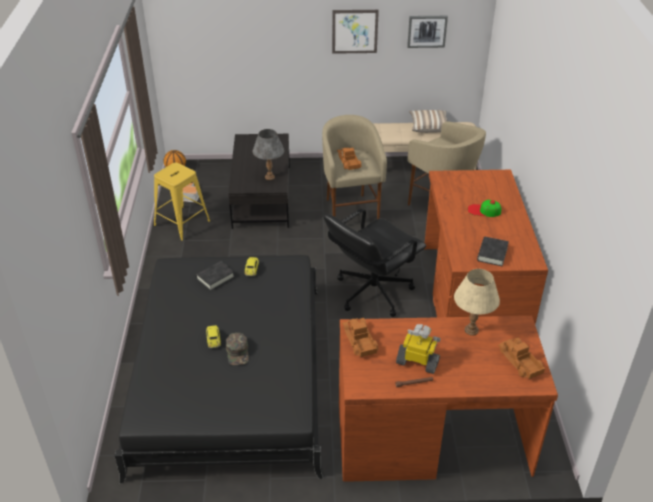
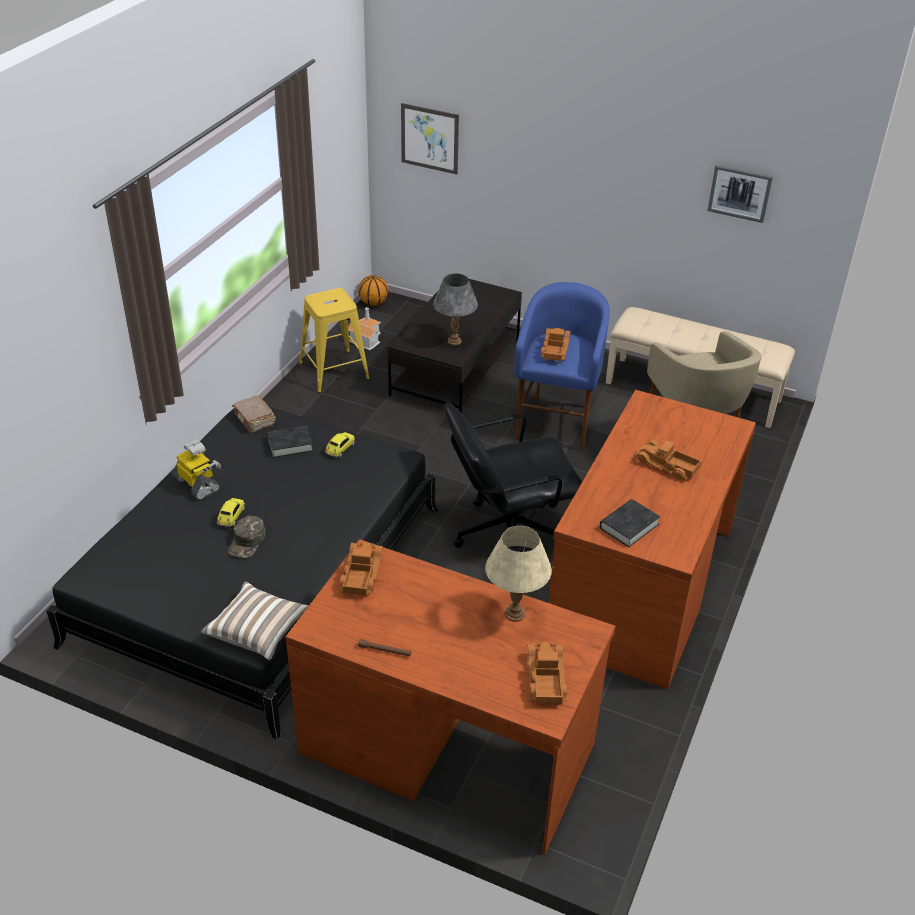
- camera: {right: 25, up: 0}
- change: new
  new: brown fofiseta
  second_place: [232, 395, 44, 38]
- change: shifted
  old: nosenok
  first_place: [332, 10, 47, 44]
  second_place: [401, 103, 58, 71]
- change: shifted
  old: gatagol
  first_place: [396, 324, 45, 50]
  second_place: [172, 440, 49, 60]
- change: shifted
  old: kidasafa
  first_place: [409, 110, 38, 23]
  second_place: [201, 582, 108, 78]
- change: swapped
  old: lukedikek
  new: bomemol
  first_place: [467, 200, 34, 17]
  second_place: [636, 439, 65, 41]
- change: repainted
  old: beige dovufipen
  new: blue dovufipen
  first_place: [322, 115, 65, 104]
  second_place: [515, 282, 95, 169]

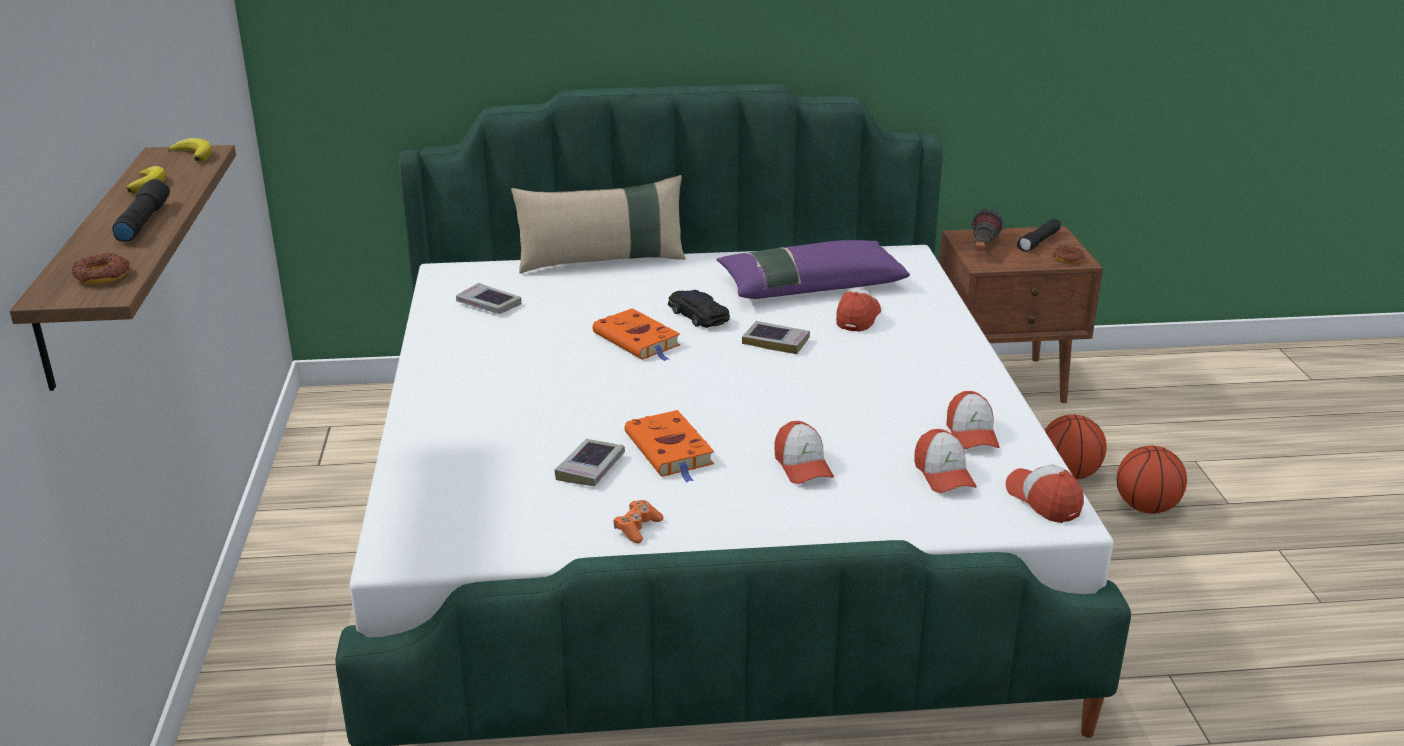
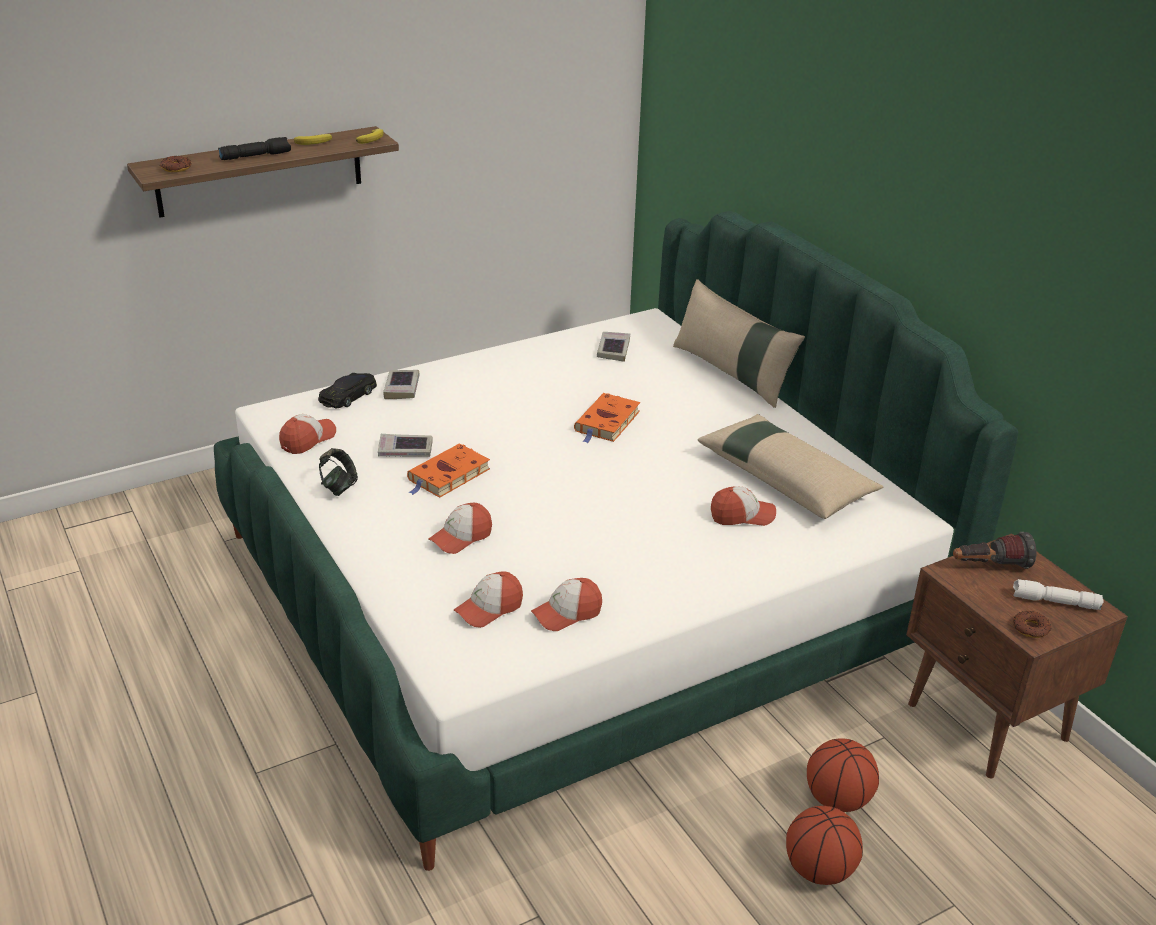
- camera: {right: 65, up: 5}
- change: shifted
  old: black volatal
  first_place: [668, 290, 62, 38]
  second_place: [318, 373, 59, 36]
- change: shifted
  old: fofiseta
  first_place: [742, 321, 68, 33]
  second_place: [383, 370, 37, 29]
- change: shifted
  old: lukedikek
  first_place: [1006, 464, 78, 59]
  second_place: [279, 414, 57, 40]
- change: swapped
  old: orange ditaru
  new: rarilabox
  first_place: [613, 500, 50, 43]
  second_place: [319, 448, 39, 48]
- change: repainted
  old: purple kidasafa
  new: beige kidasafa
  first_place: [717, 240, 193, 59]
  second_place: [698, 414, 186, 105]
- change: repainted
  old: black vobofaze
  new: white vobofaze
  first_place: [1017, 219, 44, 33]
  second_place: [1013, 579, 91, 31]

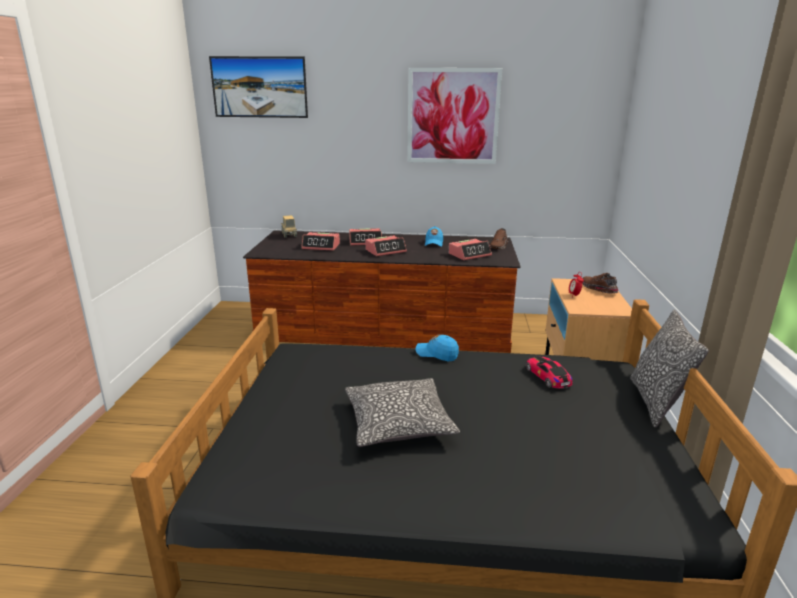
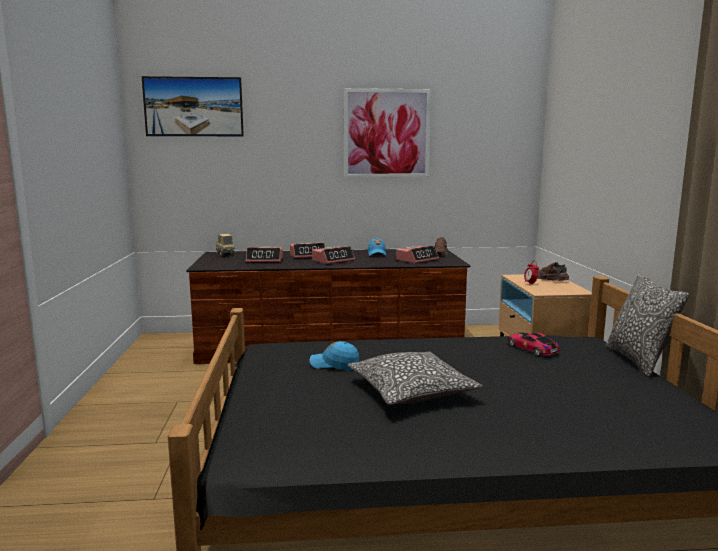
- camera: {right: -10, up: -10}
- change: shifted
  old: blue lukedikek
  first_place: [416, 335, 43, 26]
  second_place: [310, 341, 49, 30]

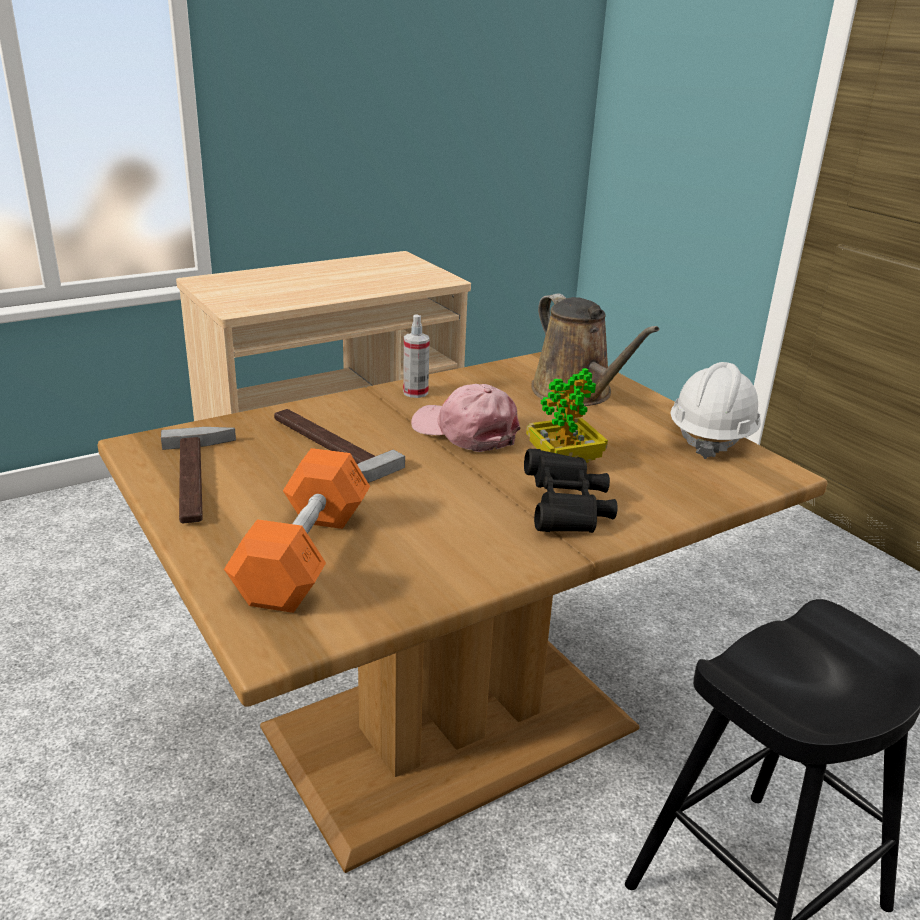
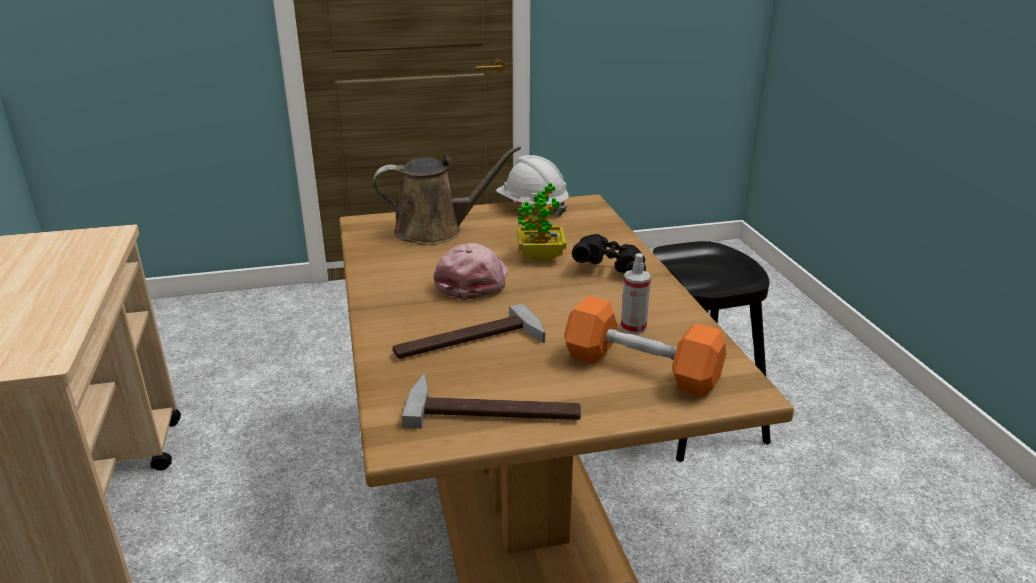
- camera: {right: -70, up: 0}
- change: shifted
  old: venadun
  first_place: [403, 314, 27, 84]
  second_place: [621, 253, 30, 81]
- change: rotated
  old: pink lukedikek
  first_place: [411, 384, 109, 68]
  second_place: [434, 243, 74, 57]
  degrees: 135

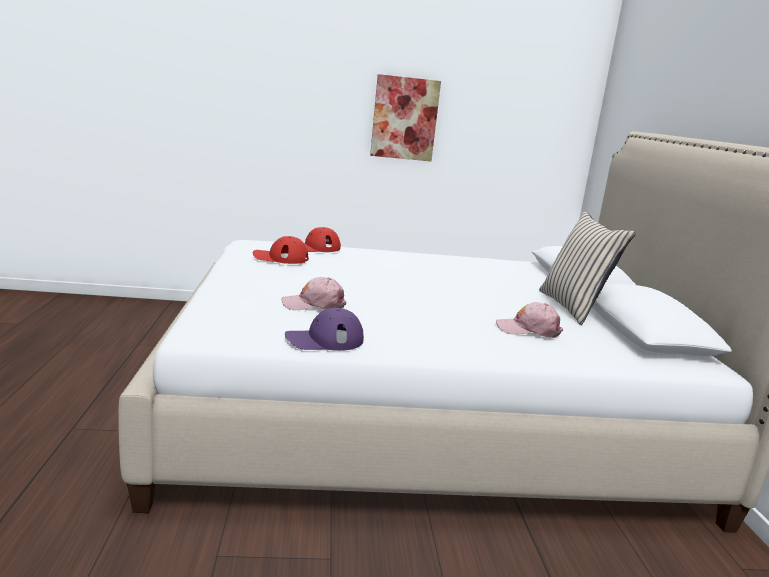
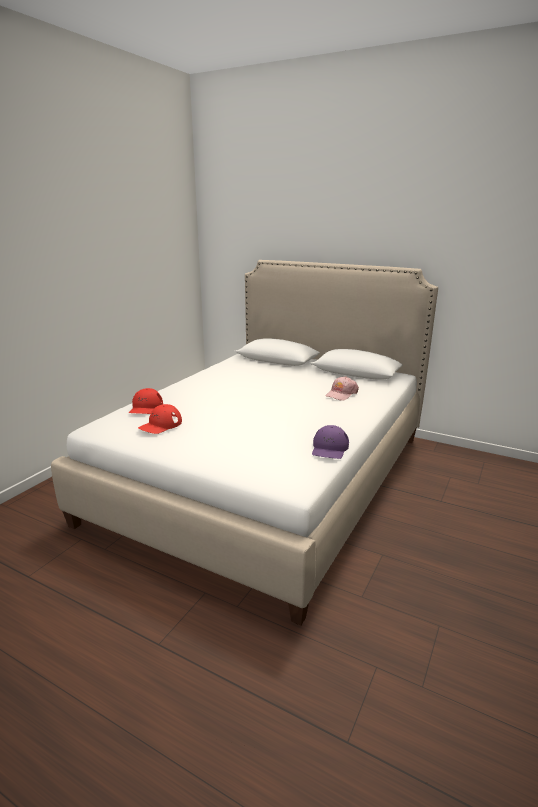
- camera: {right: -55, up: 5}
- change: gone
  old: pink lukedikek
  first_place: [281, 277, 65, 33]
- change: gone
  old: nosenok
  first_place: [370, 74, 71, 87]
- change: gone
  old: beige kidasafa
  first_place: [539, 212, 97, 113]

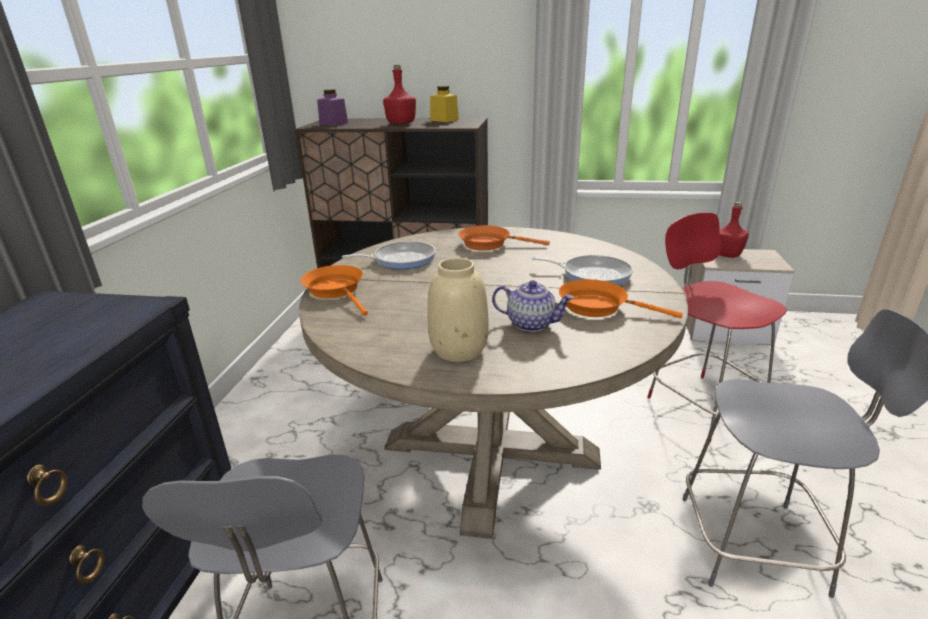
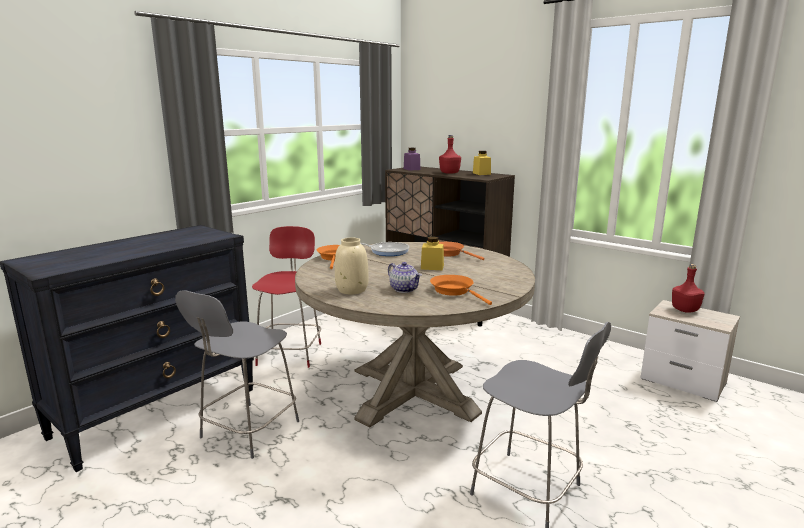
- camera: {right: 30, up: -10}
- change: gone
  old: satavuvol
  first_place: [532, 255, 101, 30]
- change: new
  new: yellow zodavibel
  second_place: [421, 236, 23, 34]
- change: shifted
  old: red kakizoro
  first_place: [647, 212, 140, 230]
  second_place: [252, 226, 69, 142]

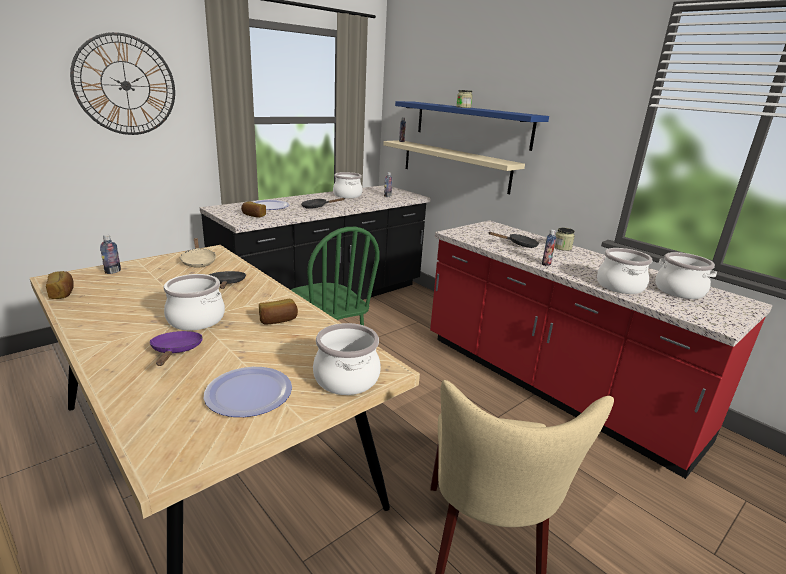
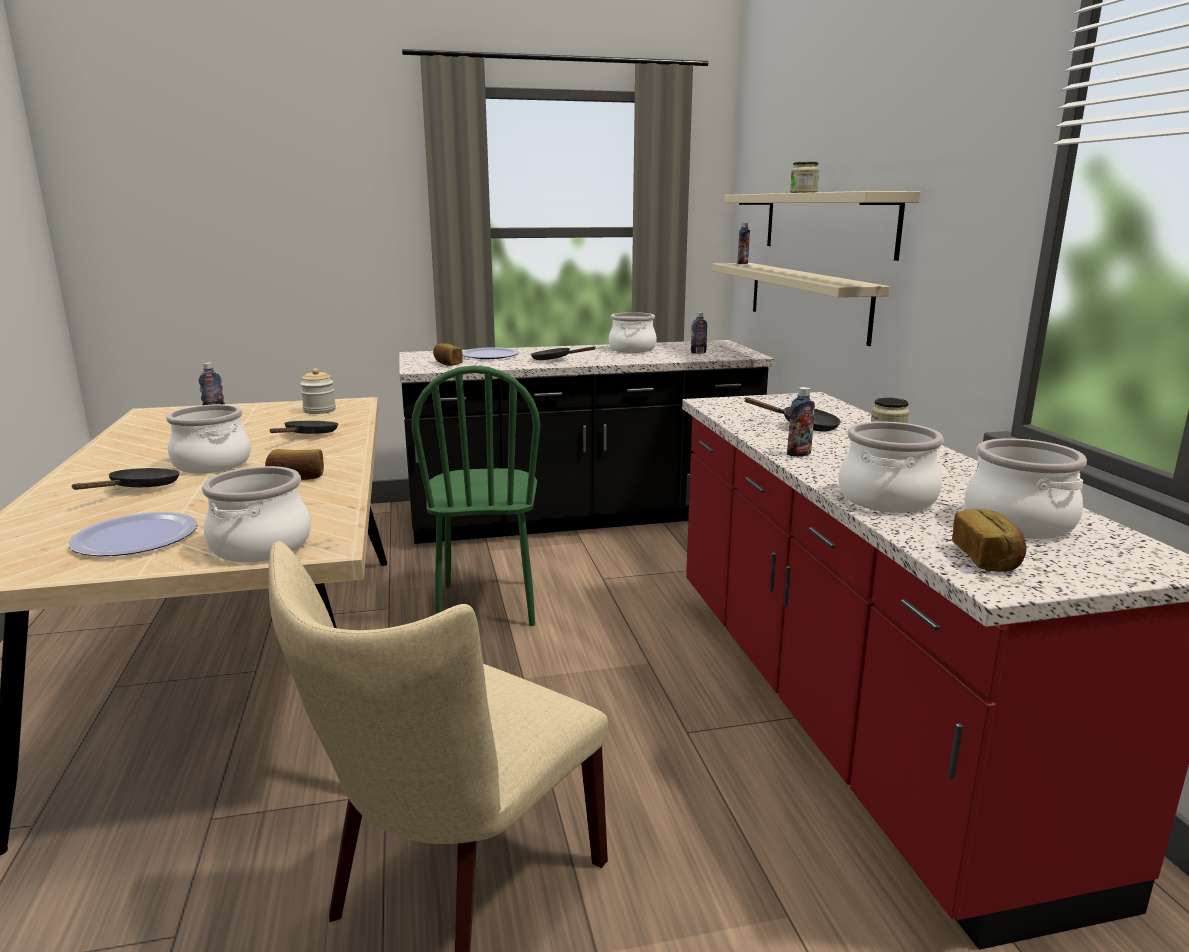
- camera: {right: 30, up: -5}
- change: gone
  old: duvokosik
  first_place: [70, 32, 105, 103]
- change: shifted
  old: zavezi
  first_place: [46, 271, 28, 28]
  second_place: [952, 509, 75, 63]
- change: swapped
  old: beige satavuvol
  new: zodavibel
  first_place: [180, 238, 37, 30]
  second_place: [300, 368, 36, 46]
- change: repainted
  old: purple satavuvol
  new: black satavuvol
  first_place: [150, 331, 53, 35]
  second_place: [71, 468, 109, 22]
- change: repainted
  old: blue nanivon
  new: beige nanivon
  first_place: [395, 101, 154, 50]
  second_place: [724, 191, 197, 70]

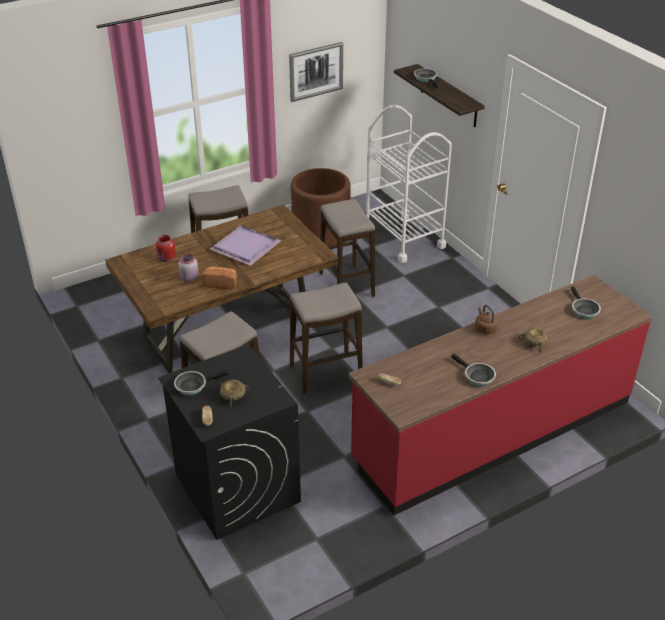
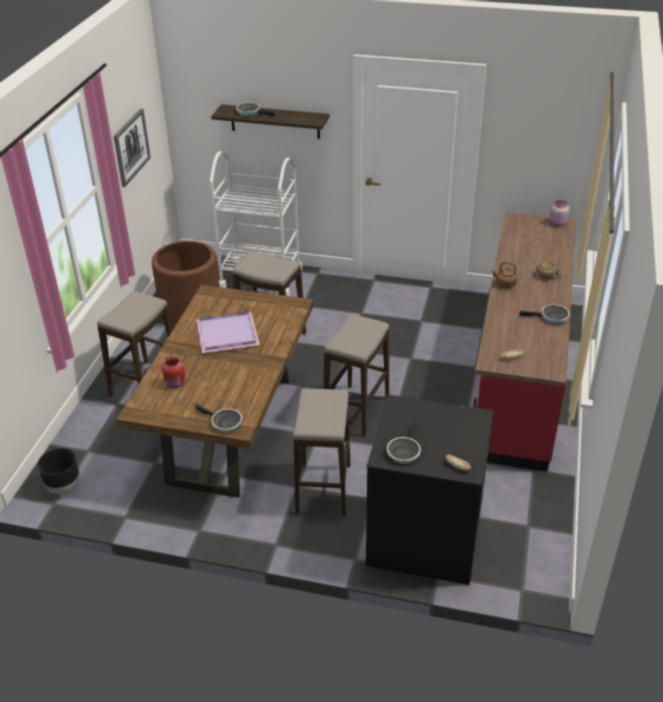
- camera: {right: -45, up: 0}
- change: gone
  old: zavezi
  first_place: [202, 266, 35, 24]
- change: gone
  old: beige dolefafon
  first_place: [219, 380, 31, 29]
- change: new
  new: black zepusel
  second_place: [38, 448, 42, 46]
- change: shifted
  old: pink zodavibel
  first_place: [178, 254, 21, 28]
  second_place: [550, 200, 19, 26]
- change: shifted
  old: satavuvol
  first_place: [571, 286, 30, 33]
  second_place: [196, 405, 47, 28]

